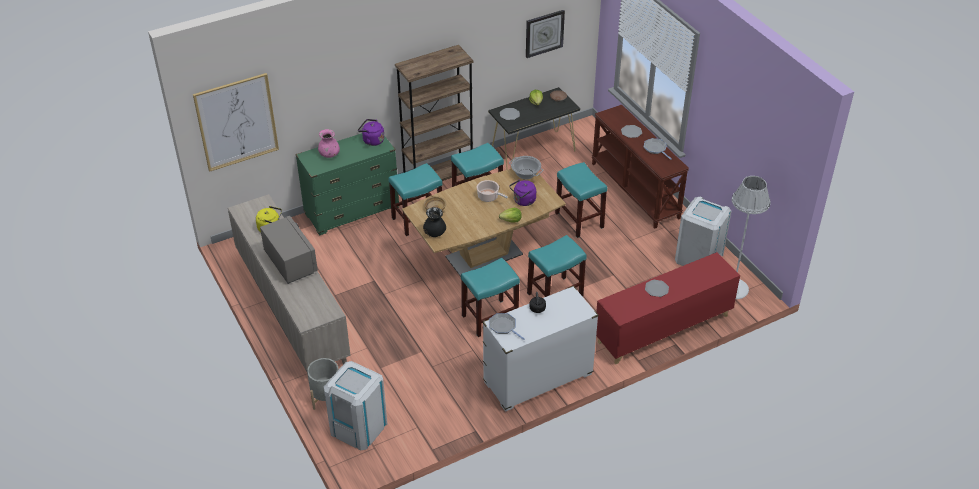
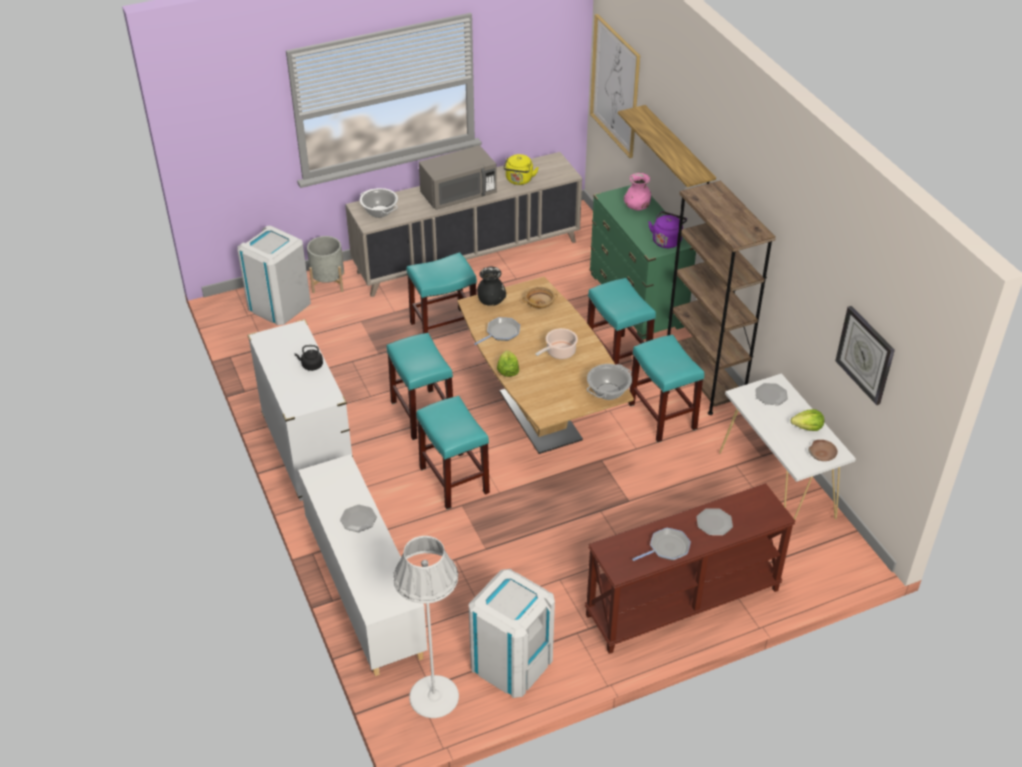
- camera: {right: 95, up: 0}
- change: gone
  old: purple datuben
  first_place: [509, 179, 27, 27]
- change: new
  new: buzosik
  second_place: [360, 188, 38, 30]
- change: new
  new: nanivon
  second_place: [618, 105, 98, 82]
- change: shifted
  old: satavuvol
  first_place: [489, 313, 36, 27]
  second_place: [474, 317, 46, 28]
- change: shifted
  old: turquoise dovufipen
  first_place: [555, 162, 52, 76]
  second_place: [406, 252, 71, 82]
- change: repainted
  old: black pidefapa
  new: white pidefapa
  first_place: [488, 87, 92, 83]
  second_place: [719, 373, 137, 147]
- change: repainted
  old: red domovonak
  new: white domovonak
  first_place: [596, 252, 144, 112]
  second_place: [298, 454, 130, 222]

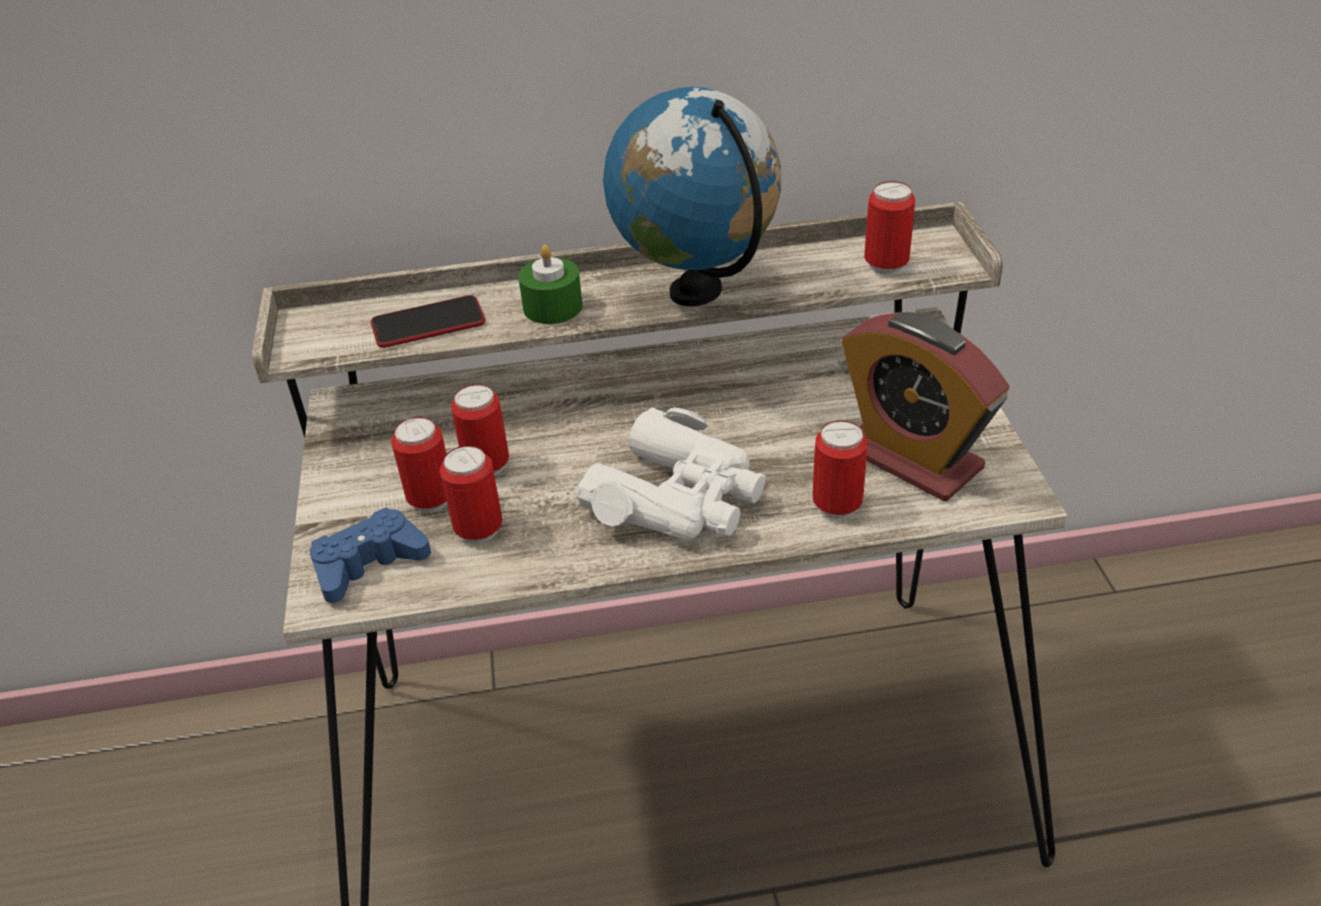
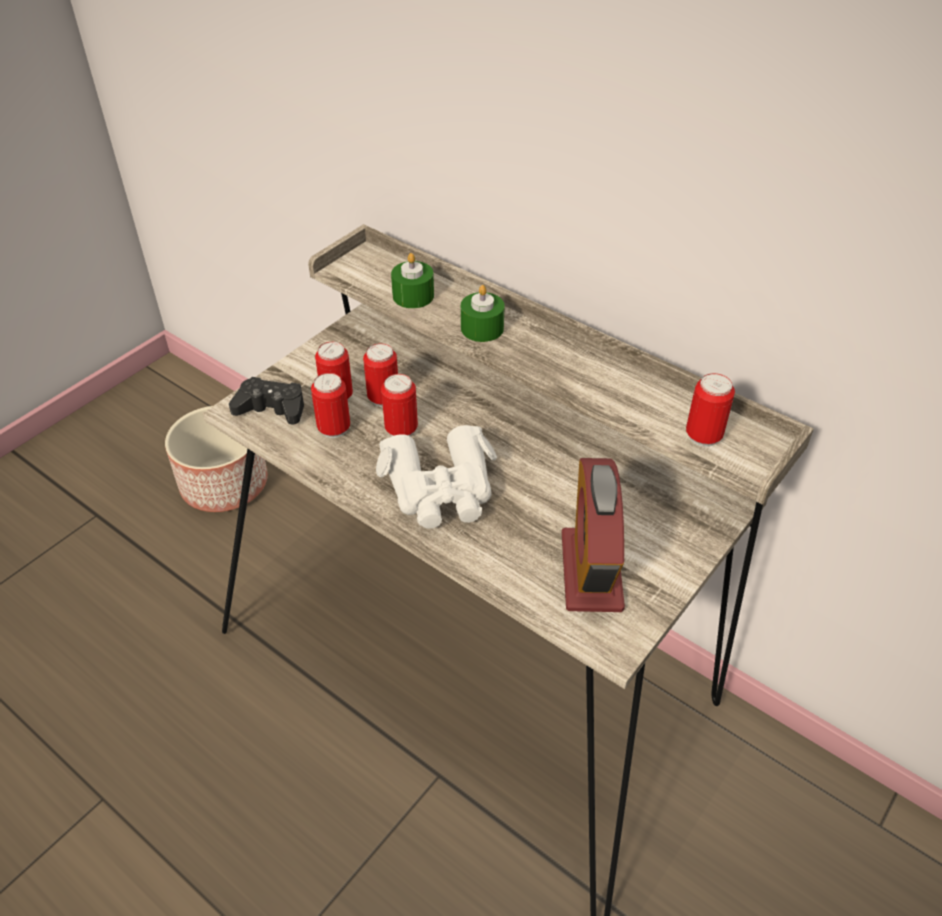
- camera: {right: 45, up: 5}
- change: gone
  old: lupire
  first_place: [603, 87, 178, 219]
- change: new
  new: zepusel
  second_place: [165, 406, 103, 106]
- change: shifted
  old: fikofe
  first_place: [812, 420, 56, 99]
  second_place: [381, 374, 37, 62]
- change: swapped
  old: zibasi
  new: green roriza
  first_place: [371, 295, 114, 53]
  second_place: [391, 253, 43, 55]
- change: repainted
  old: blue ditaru
  new: black ditaru
  first_place: [310, 507, 121, 96]
  second_place: [229, 377, 75, 47]

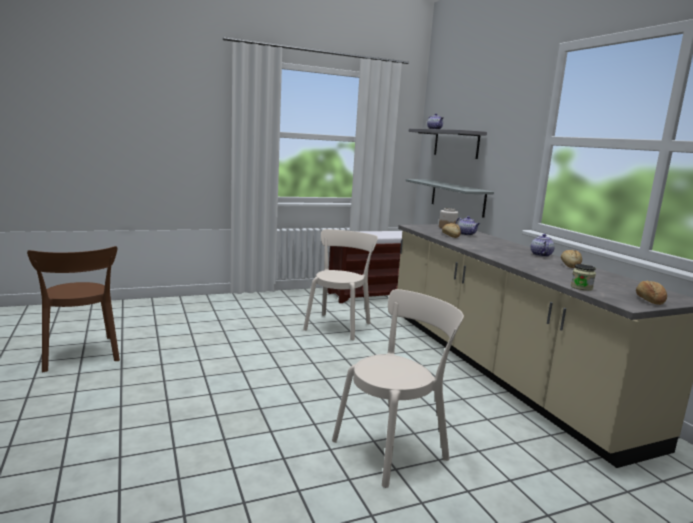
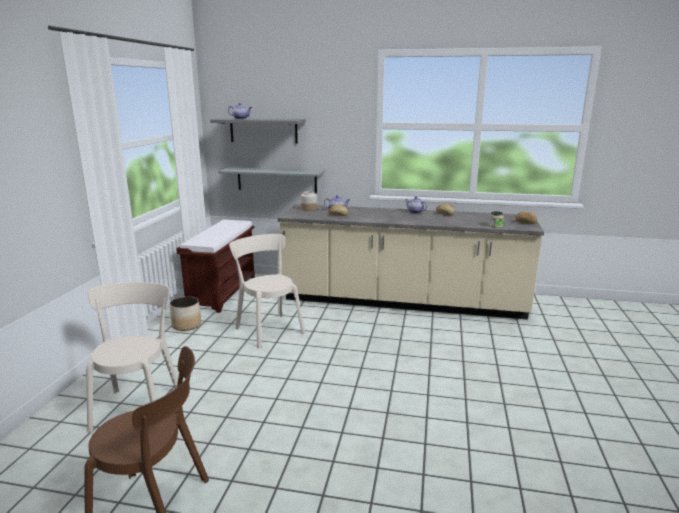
- camera: {right: -55, up: 5}
- change: new
  new: zepusel
  second_place: [169, 296, 32, 35]
- change: shifted
  old: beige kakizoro
  first_place: [332, 289, 132, 199]
  second_place: [86, 282, 92, 150]

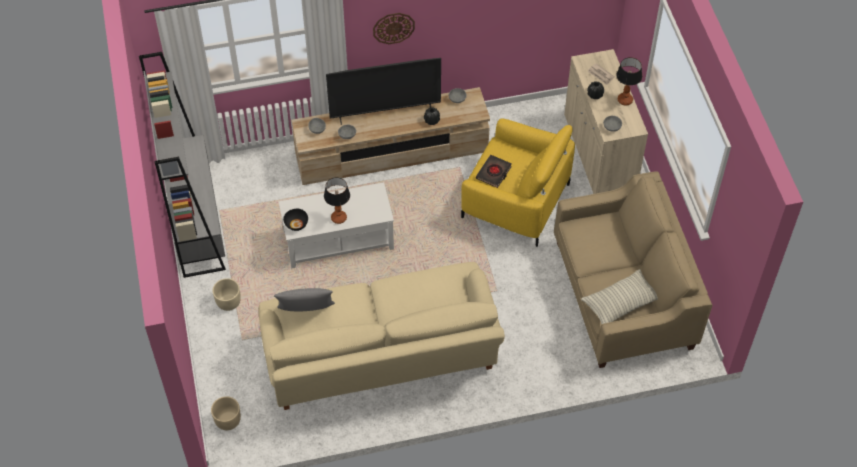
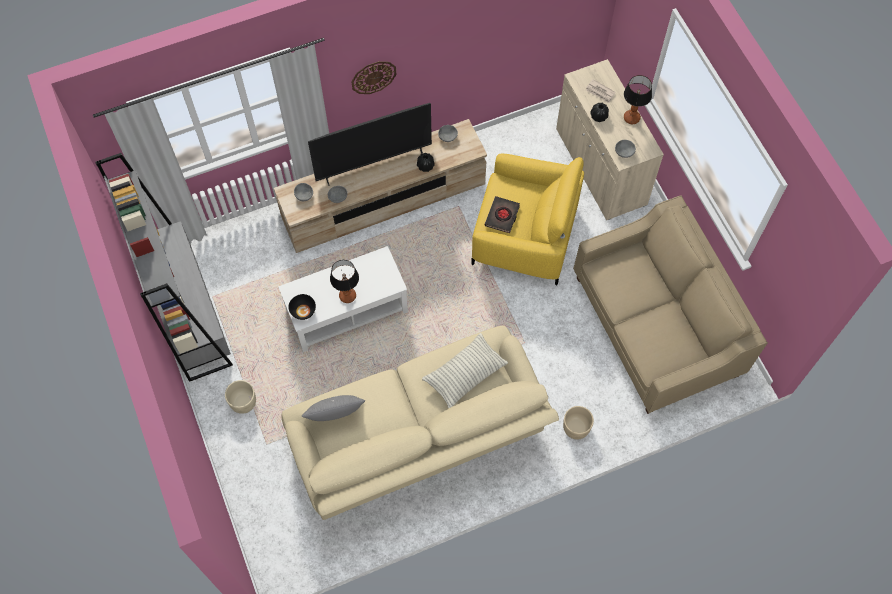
- camera: {right: -10, up: 10}
- change: shifted
  old: beige zepusel
  first_place: [211, 397, 30, 33]
  second_place: [563, 406, 31, 34]
- change: shifted
  old: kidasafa
  first_place: [581, 269, 77, 55]
  second_place: [422, 333, 86, 75]

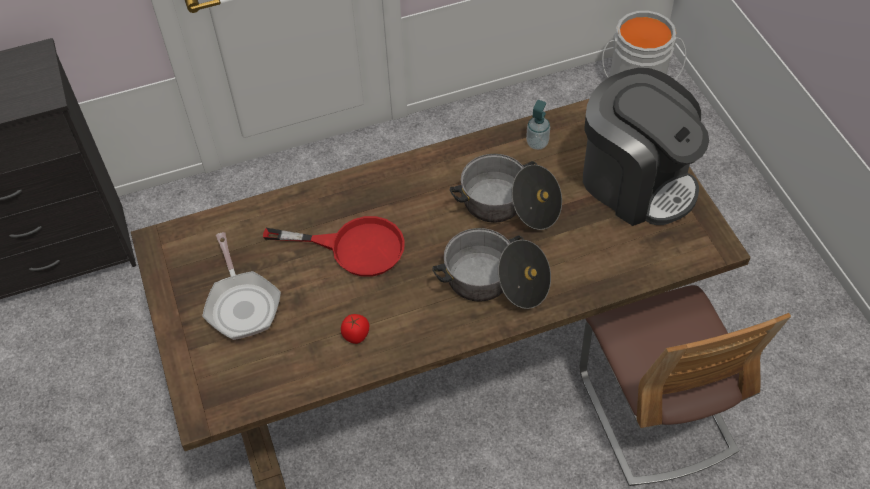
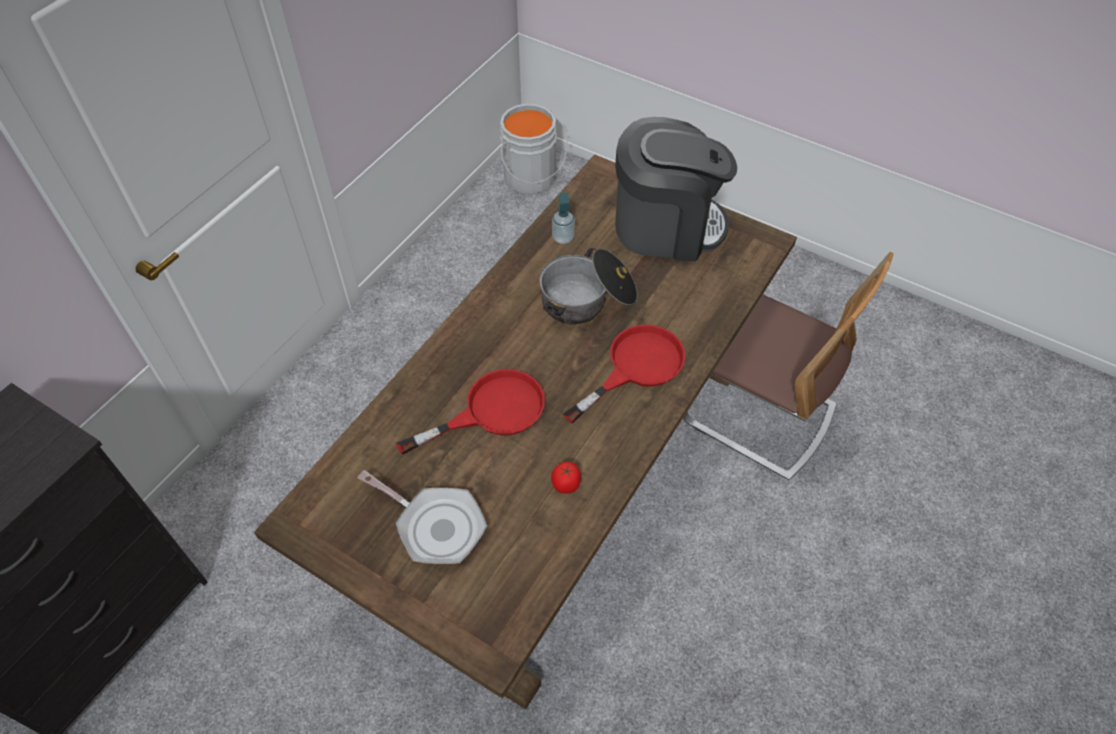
- camera: {right: -40, up: 0}
- change: swapped
  old: buzosik
  new: red satavuvol
  first_place: [432, 228, 119, 81]
  second_place: [563, 325, 122, 99]

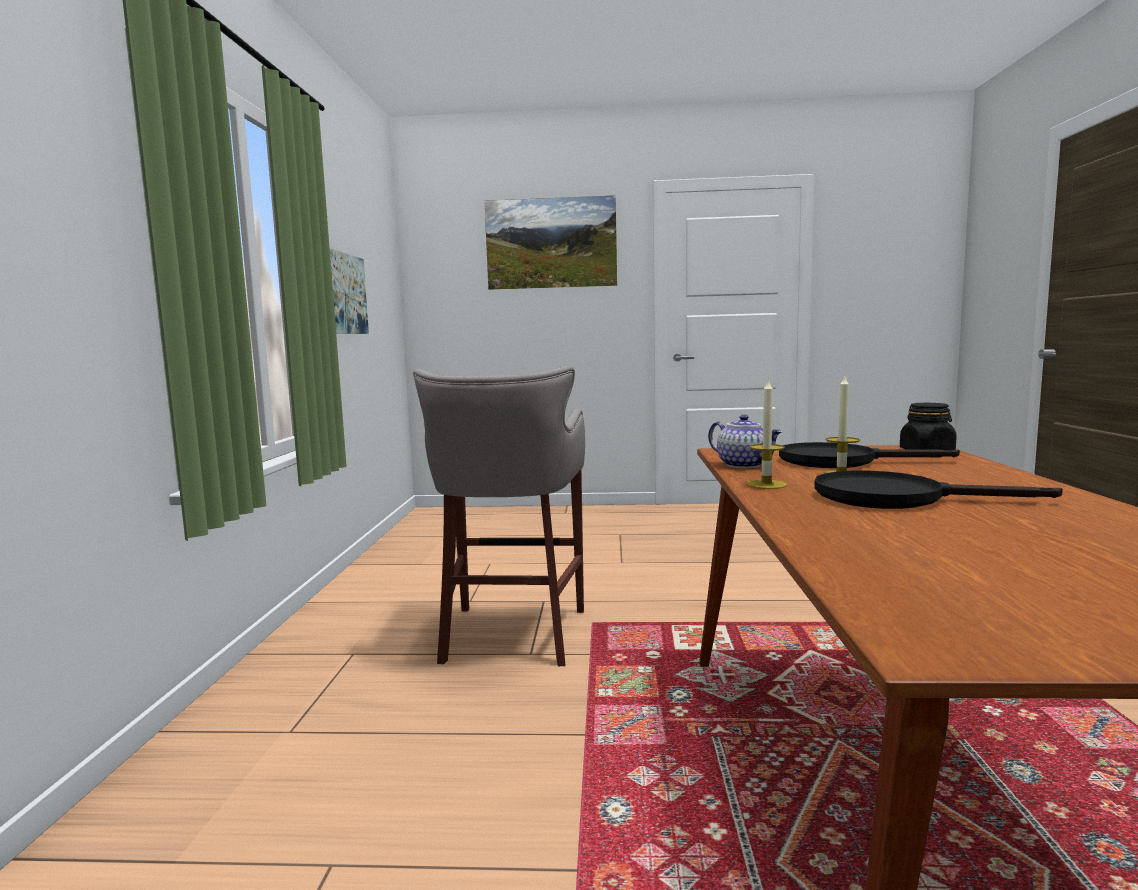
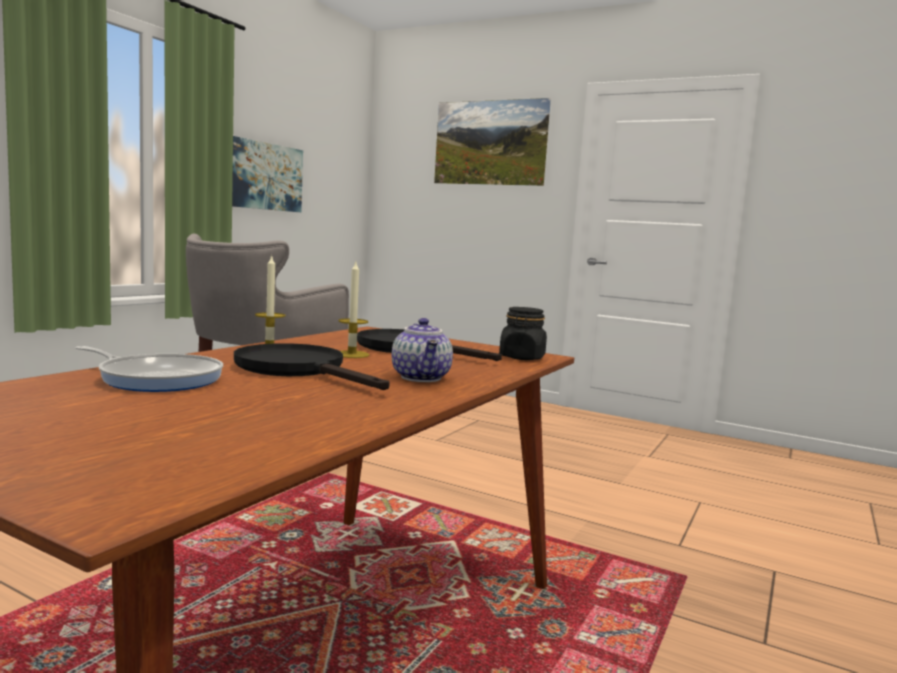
- camera: {right: 25, up: 0}
- change: new
  new: satavuvol
  second_place: [75, 346, 148, 46]
- change: shifted
  old: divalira
  first_place: [708, 414, 75, 55]
  second_place: [392, 318, 61, 64]

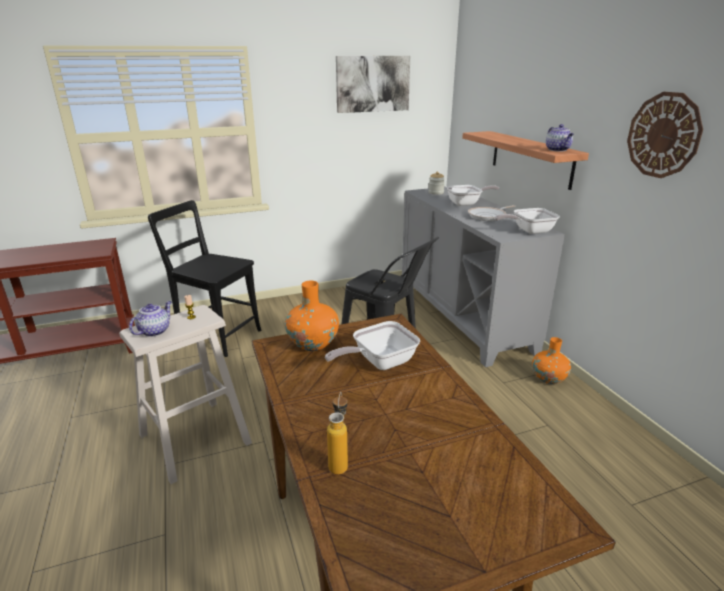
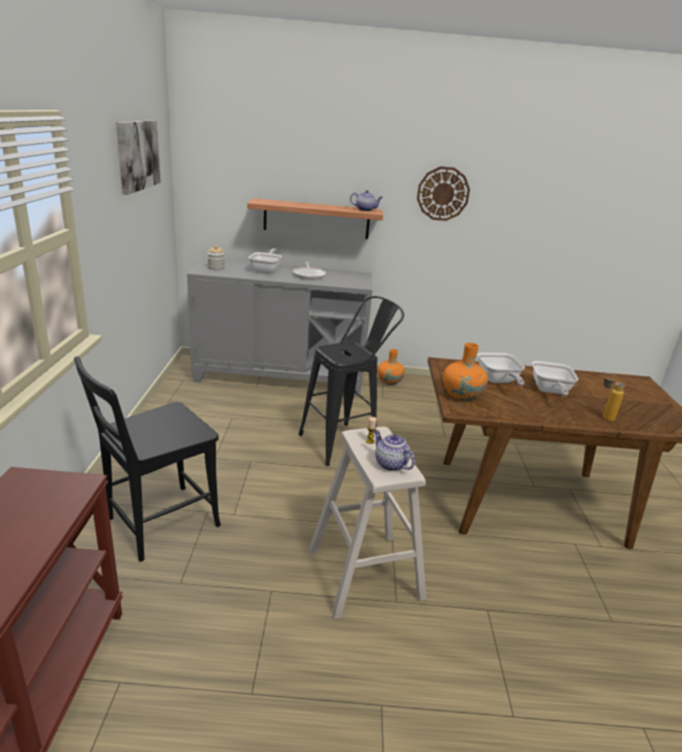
- camera: {right: -70, up: 0}
- change: shifted
  old: satavuvol
  first_place: [495, 208, 65, 26]
  second_place: [532, 361, 46, 35]

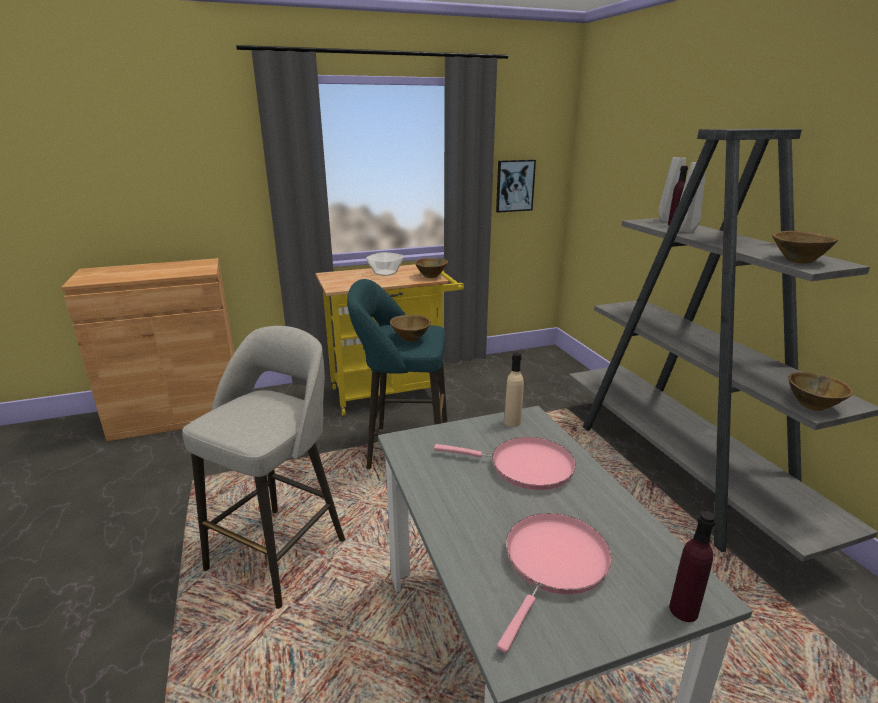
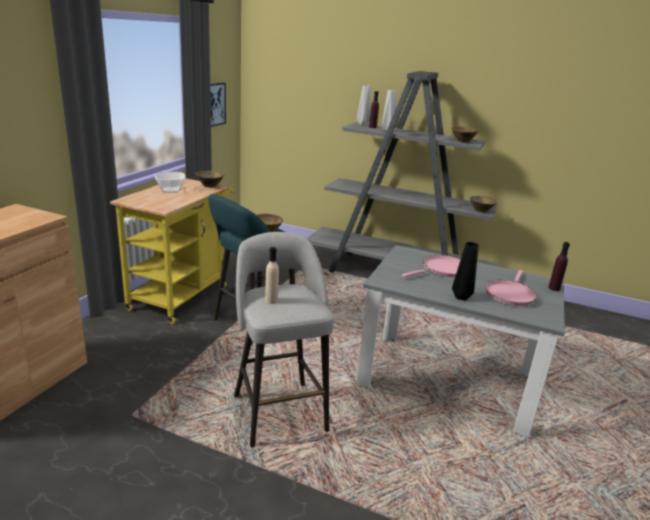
- camera: {right: -50, up: 0}
- change: new
  new: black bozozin
  second_place: [452, 242, 27, 59]
- change: shifted
  old: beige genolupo
  first_place: [504, 352, 20, 75]
  second_place: [265, 247, 14, 57]
- change: rotated
  old: pink satavuvol
  first_place: [497, 513, 115, 140]
  second_place: [485, 270, 52, 36]
  degrees: -135

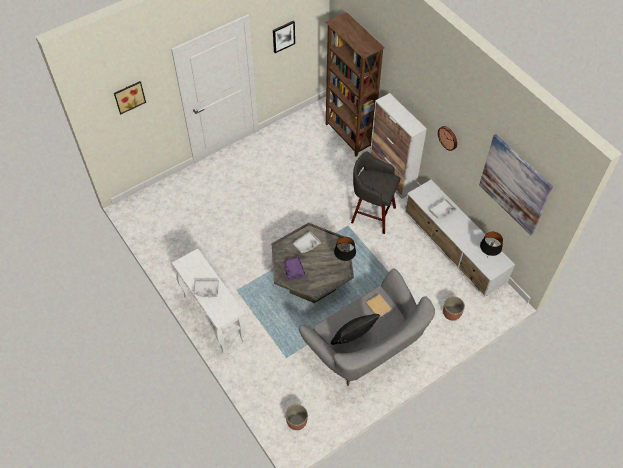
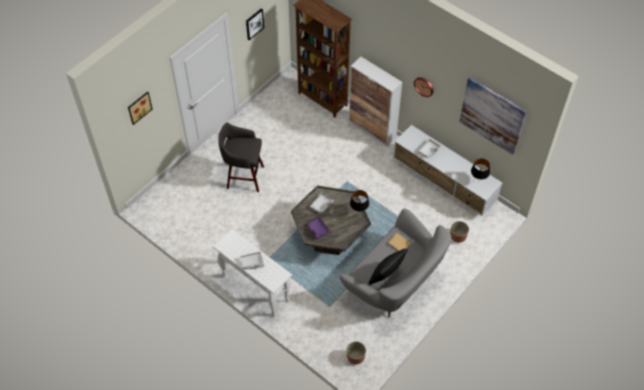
- camera: {right: -15, up: 0}
- change: shifted
  old: grey dovufipen
  first_place: [351, 151, 49, 83]
  second_place: [218, 123, 46, 69]

